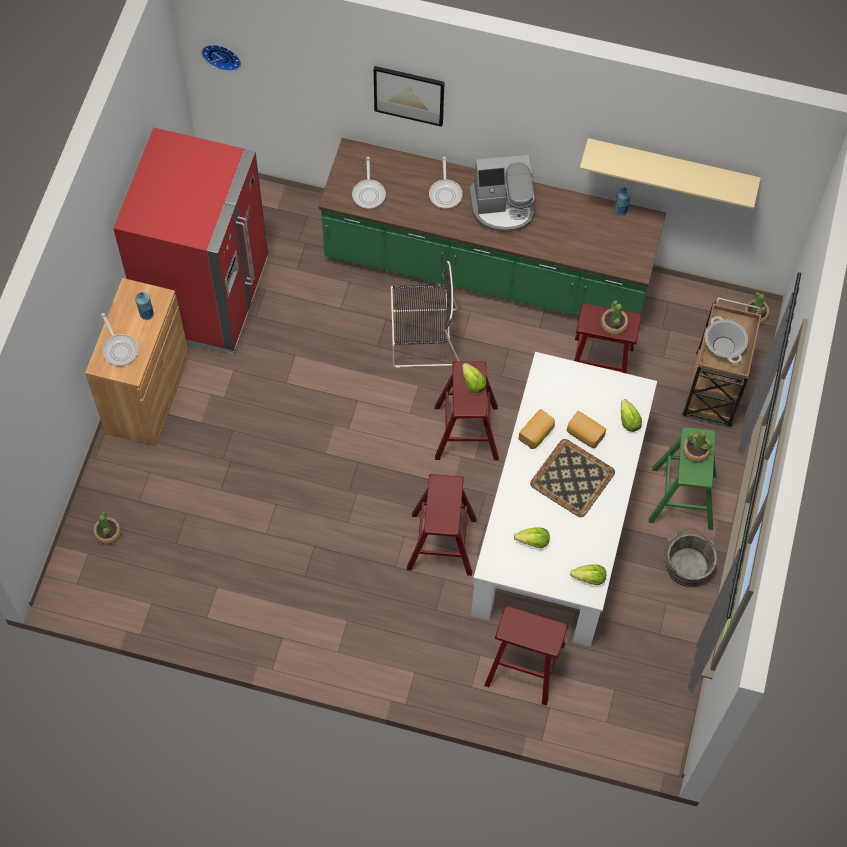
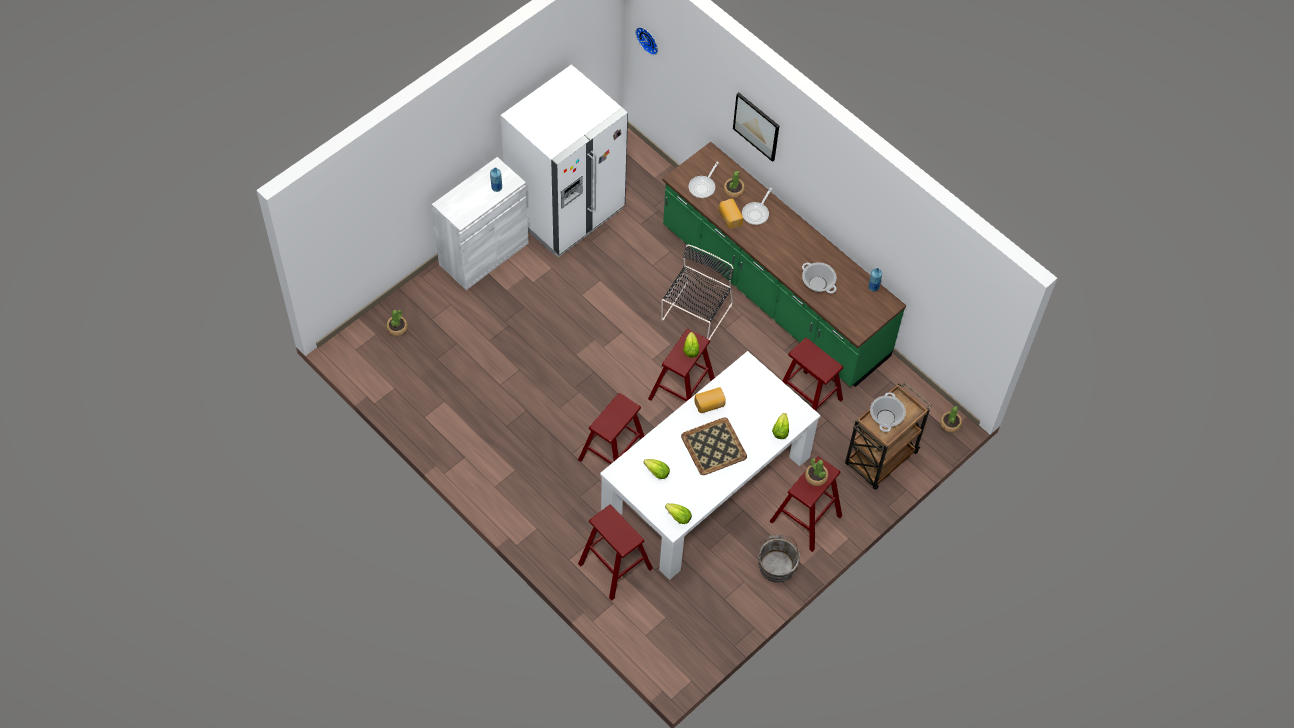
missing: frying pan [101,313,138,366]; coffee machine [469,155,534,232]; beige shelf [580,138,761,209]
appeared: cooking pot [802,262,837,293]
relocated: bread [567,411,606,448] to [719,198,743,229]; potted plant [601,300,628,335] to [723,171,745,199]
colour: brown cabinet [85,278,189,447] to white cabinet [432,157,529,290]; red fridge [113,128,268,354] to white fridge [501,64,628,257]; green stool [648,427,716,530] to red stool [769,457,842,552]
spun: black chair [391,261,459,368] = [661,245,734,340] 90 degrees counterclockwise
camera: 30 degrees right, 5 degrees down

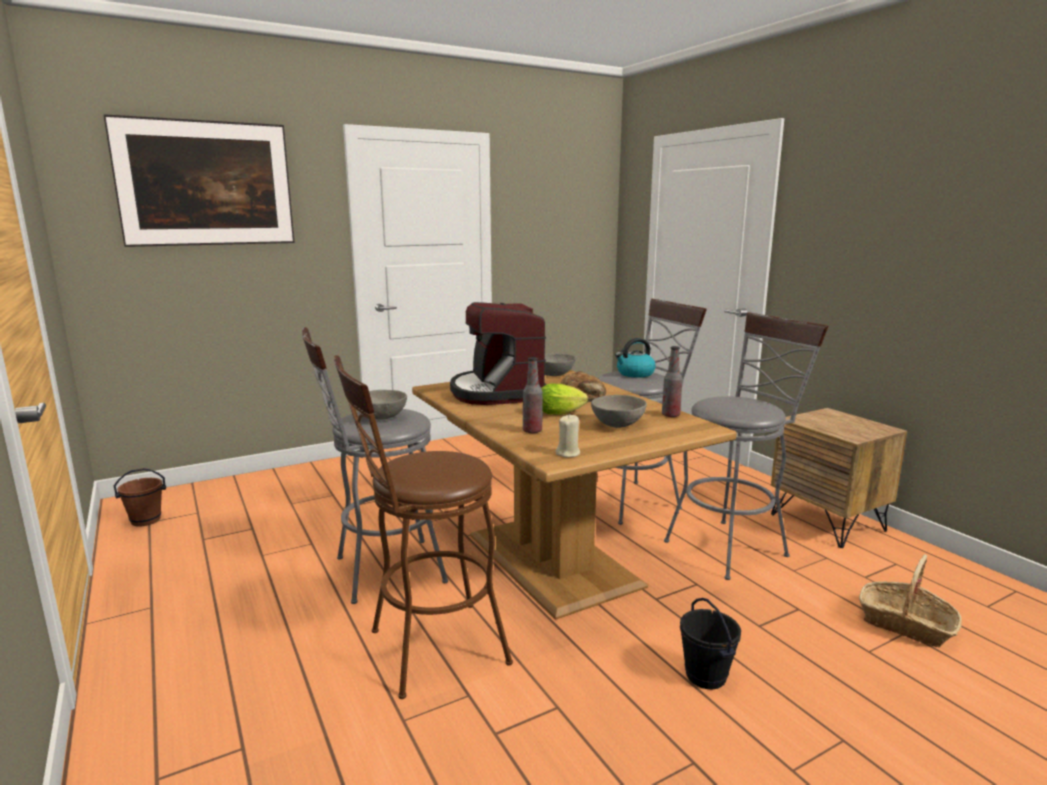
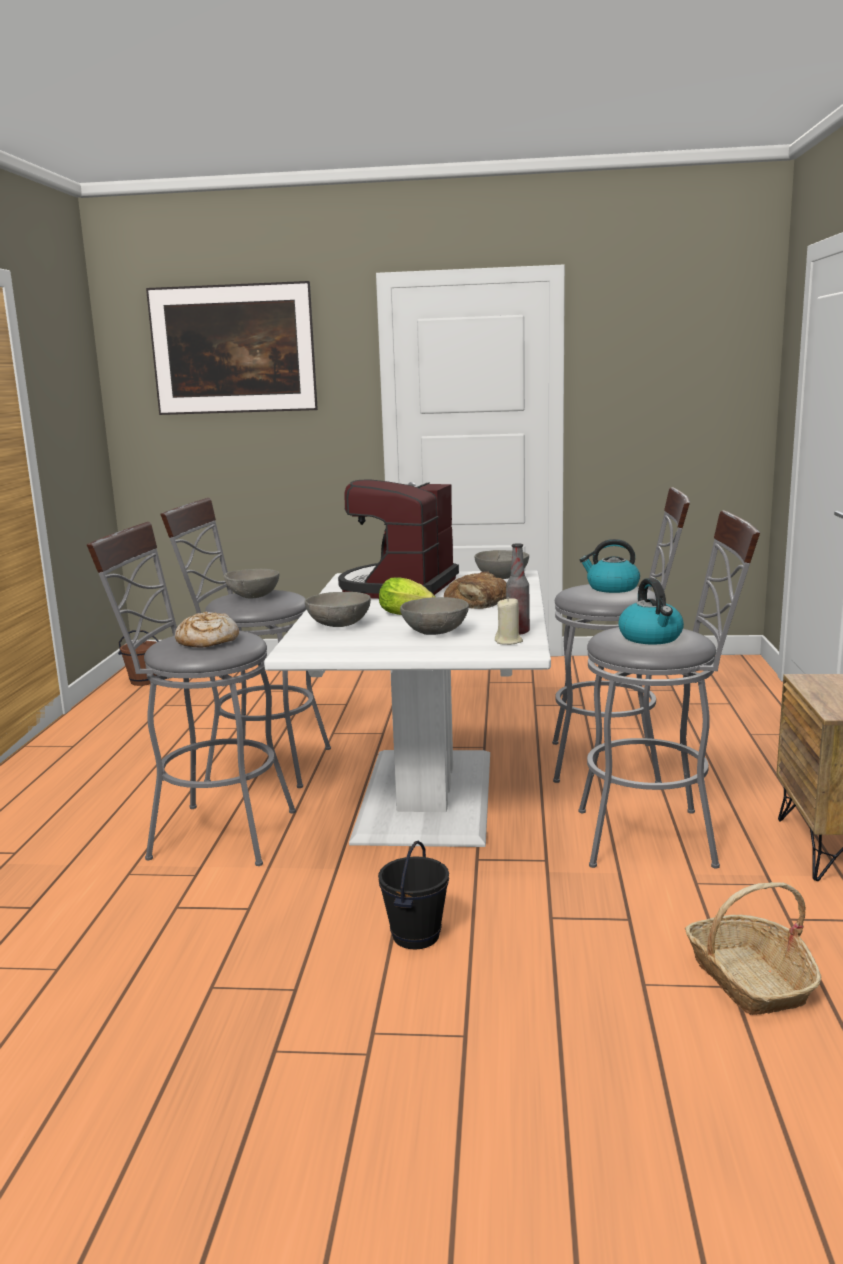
appeared: bread [175,612,239,647]; kettle [618,578,684,645]
relocated: beige candle [555,414,580,457] to [495,597,523,645]
exchanged: bottle [523,357,542,433] to grey bowl [305,592,371,627]
colour: brown stool [334,355,513,699] to grey stool [87,522,296,866]; brown dining table [412,370,737,620] to white dining table [264,570,551,847]
camera: 35 degrees right, 0 degrees up

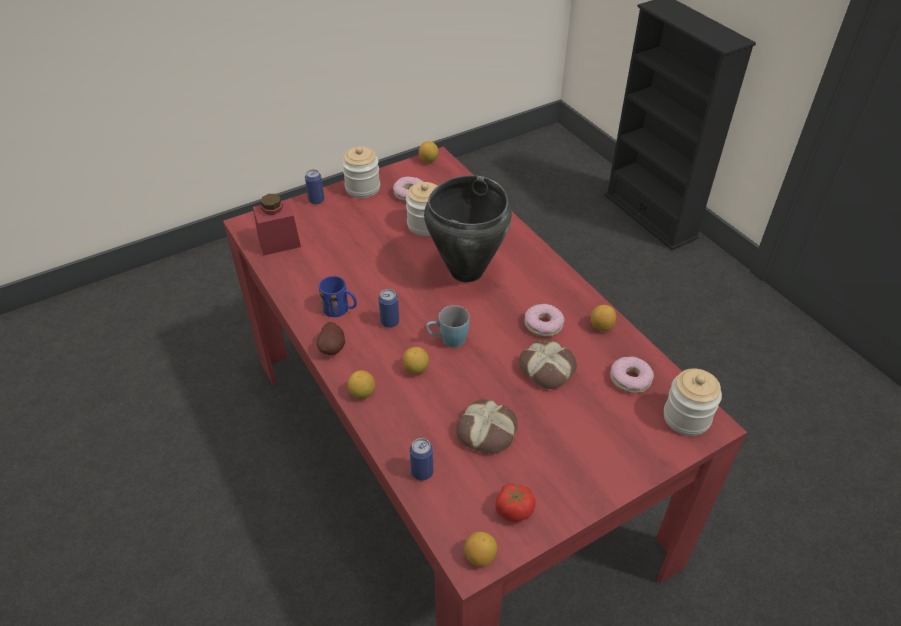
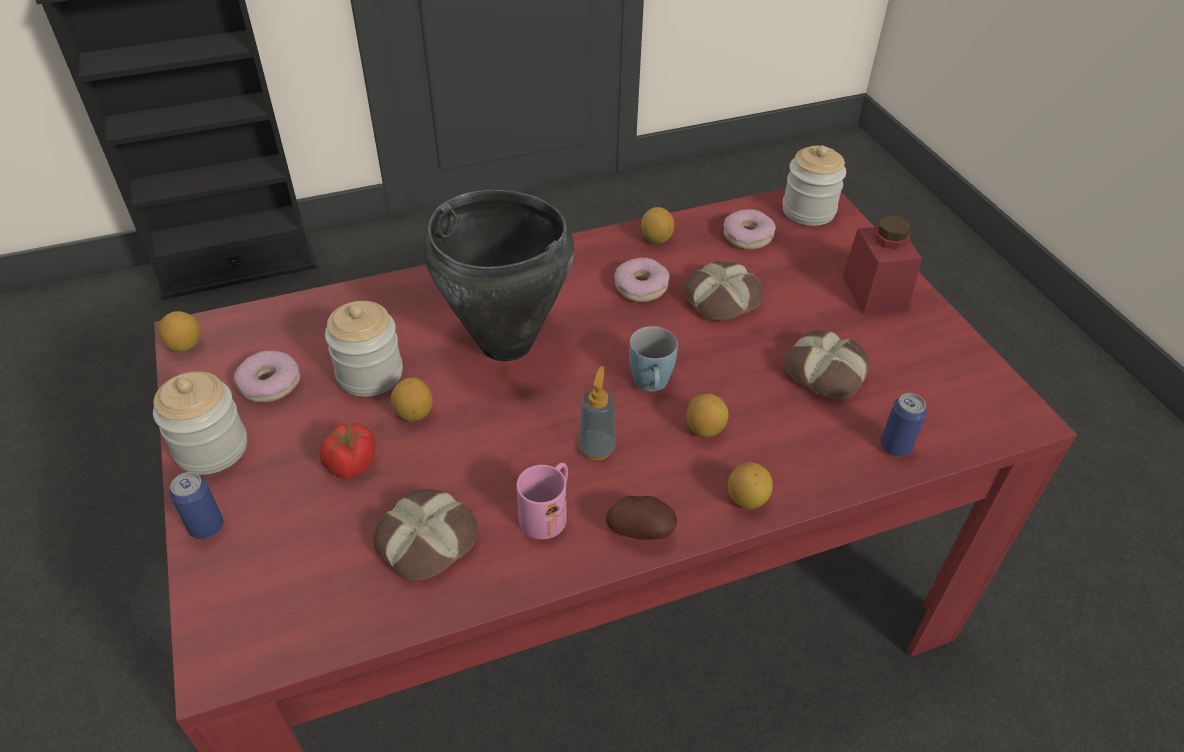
appeared: bread [373,489,478,580]
relocated: red jar [253,194,301,256] to [842,215,922,314]; lemon [464,532,497,567] to [391,378,433,421]; tomato [495,484,536,522] to [319,423,375,479]
exchanged: can [378,289,399,328] to soap dispenser [578,366,616,460]
colour: blue mug [319,276,357,317] to pink mug [516,462,568,539]
camera: 80 degrees left, 0 degrees up

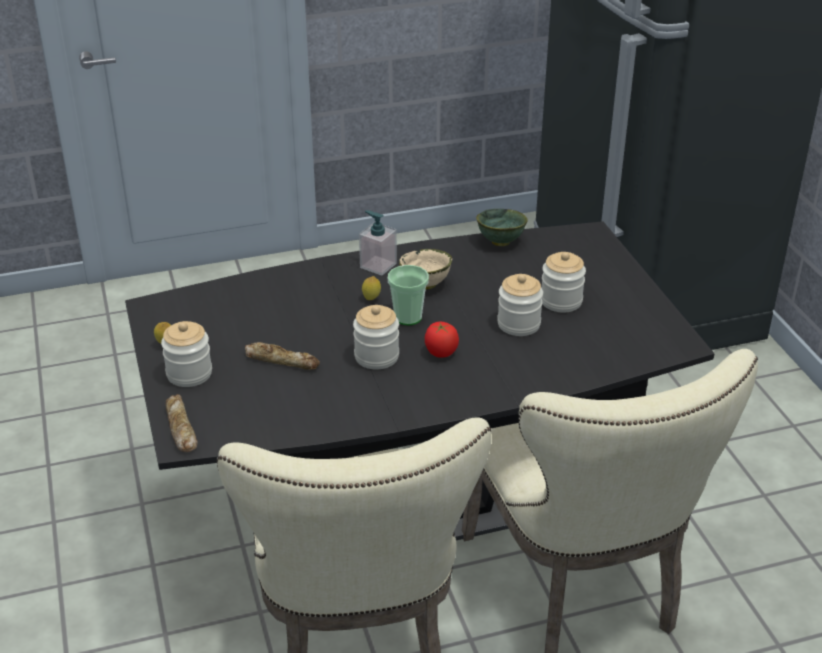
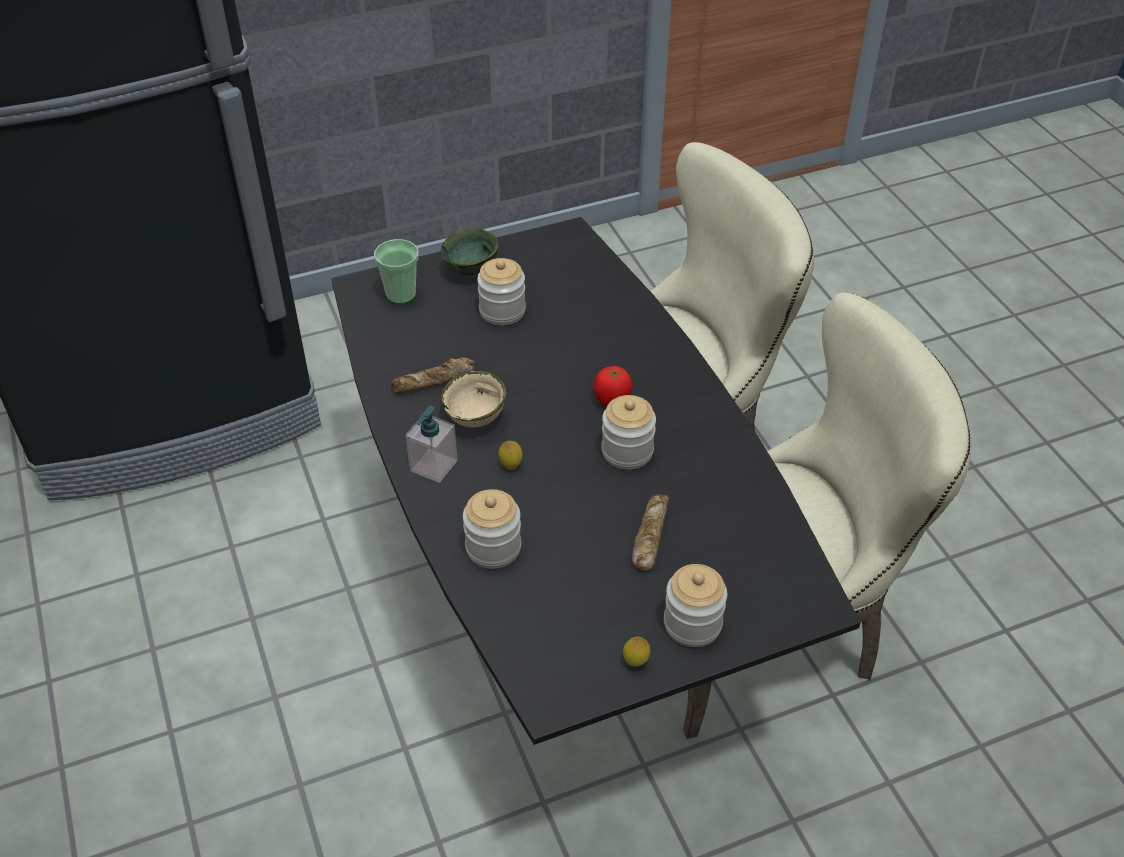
relocated: bread [165,394,198,452] to [391,358,475,393]; cup [388,265,429,325] to [374,239,419,304]; green bowl [476,209,528,246] to [441,228,498,277]; jar [497,274,543,336] to [463,489,521,569]
camera: 95 degrees left, 10 degrees up

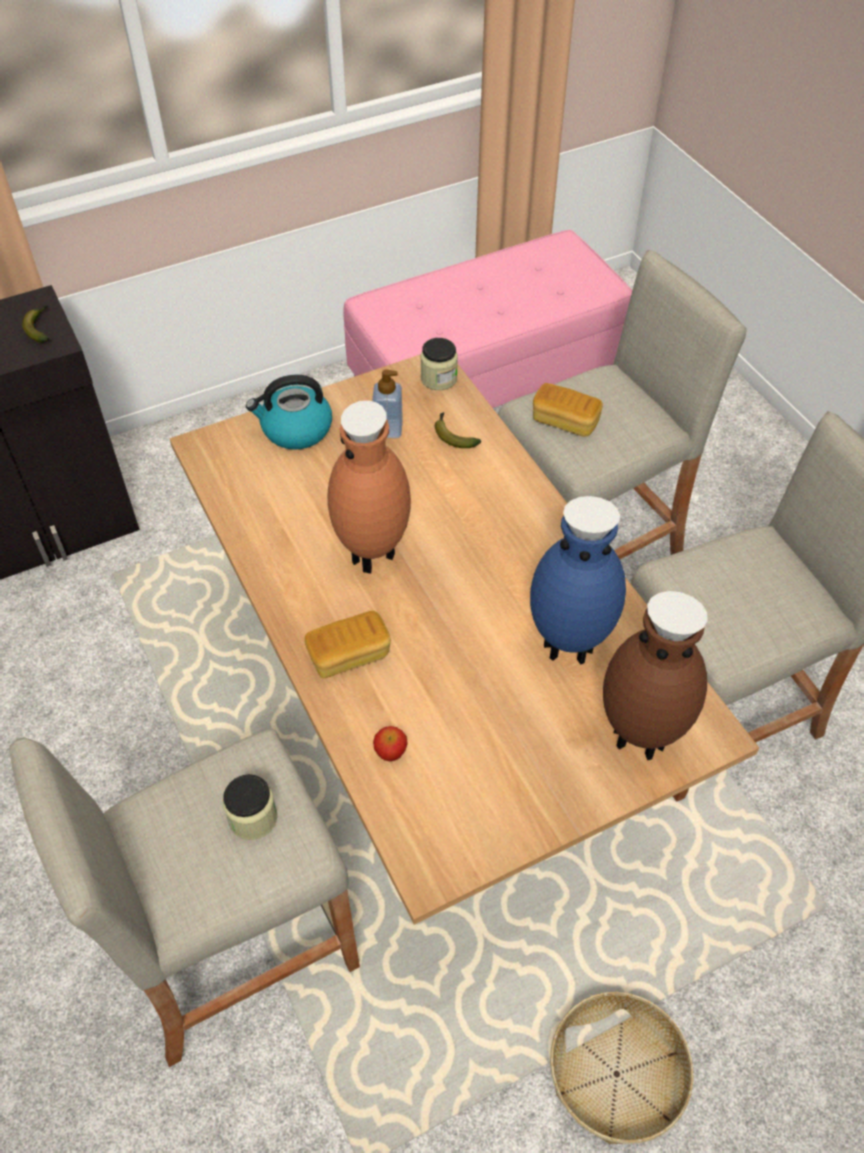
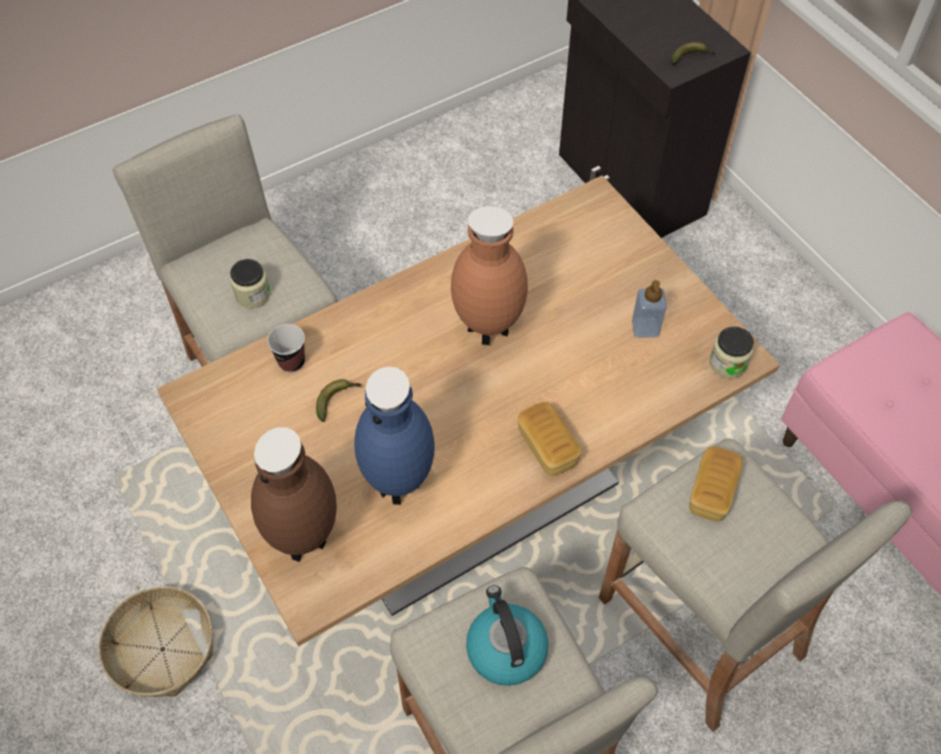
relocated: kettle [246,375,332,450] to [466,585,548,686]; bread [305,610,391,679] to [518,402,582,476]; banana [435,412,481,448] to [316,379,361,422]
exchanged: apple [373,726,408,761] to cup [267,324,305,372]
camera: 85 degrees right, 5 degrees up

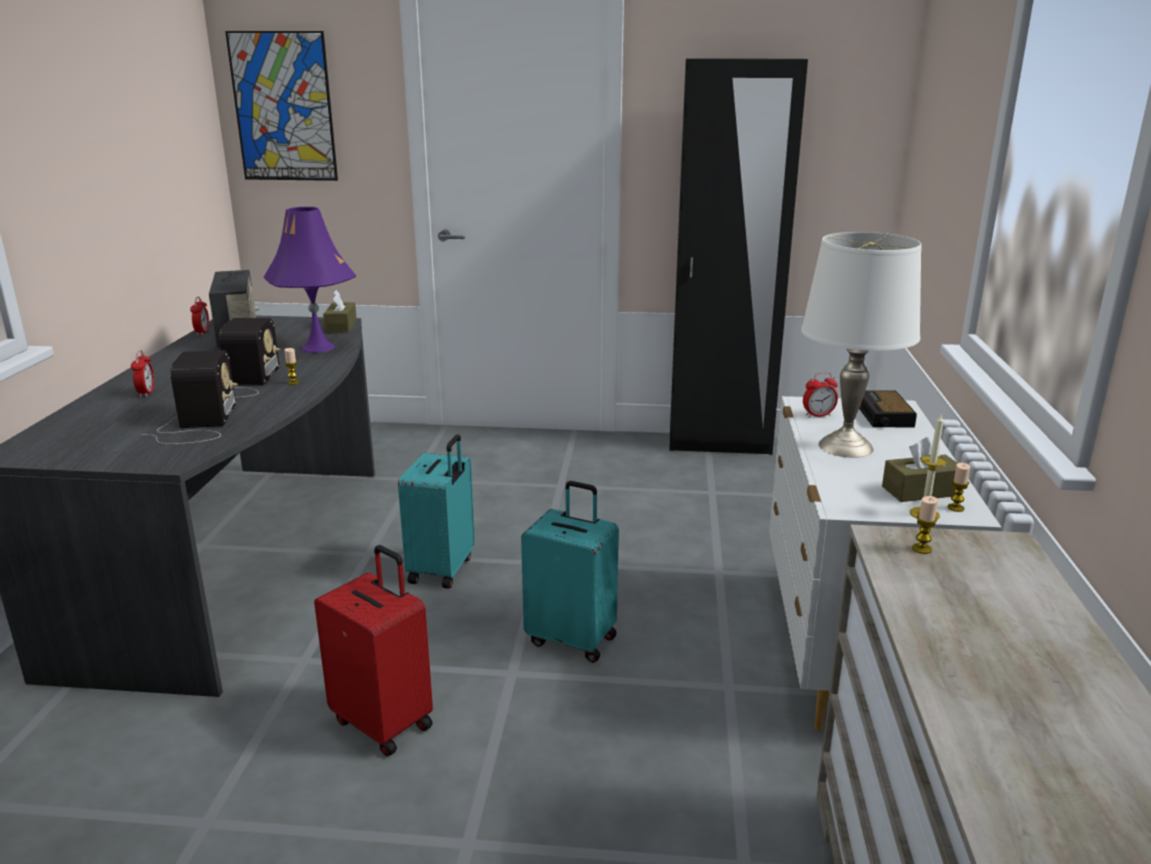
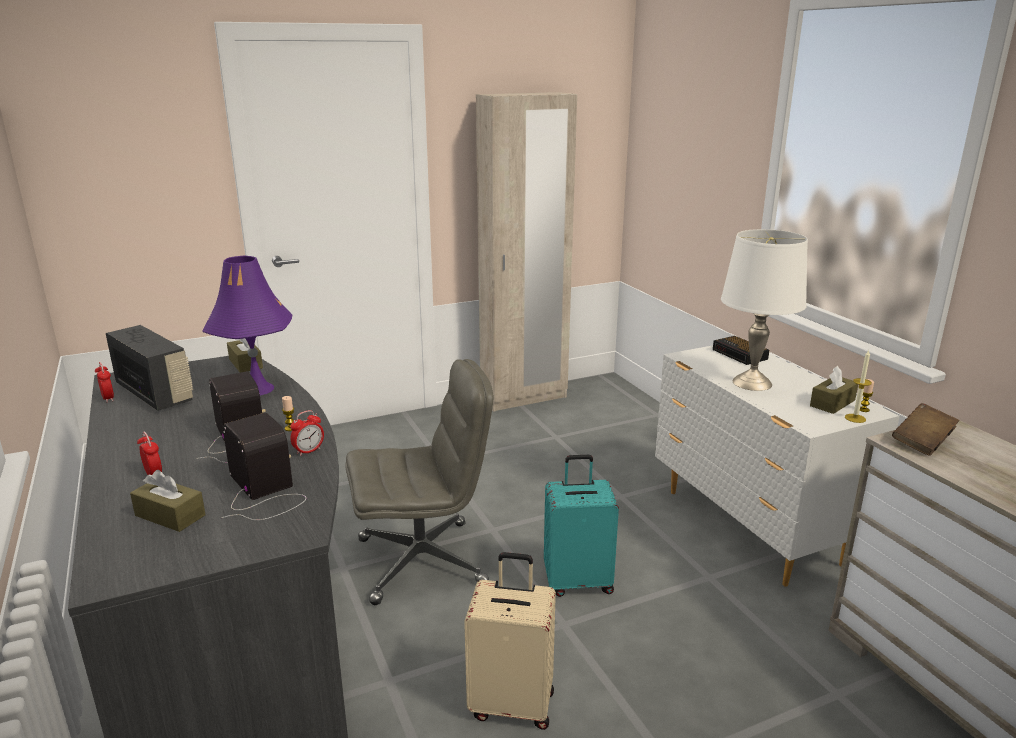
missing: picture [225,31,338,181]
appeared: brown tissue box [130,470,206,532]
relocated: alarm clock [803,372,838,418] to [290,410,324,456]
exchanged: turquoise suitcase [398,435,475,589] to grey office chair [345,359,493,605]; candle [912,496,938,554] to brown book [892,403,960,456]
colour: red suitcase [314,545,433,756] to beige suitcase [464,552,556,730]; black wardrobe [670,59,808,455] to beige wardrobe [476,92,577,412]
camera: 30 degrees left, 0 degrees up

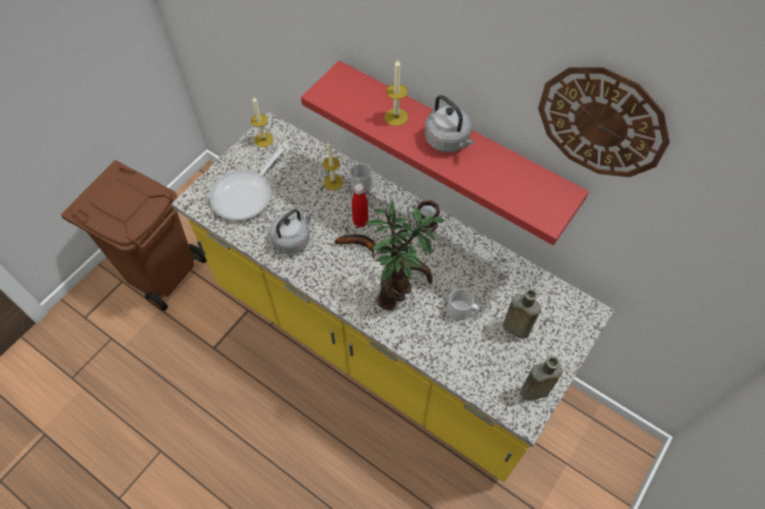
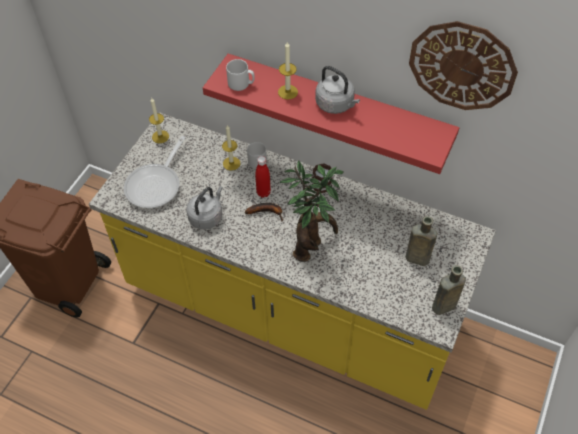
relocated: grey mug [448,289,479,321] to [226,59,255,91]
camera: 10 degrees left, 5 degrees down

